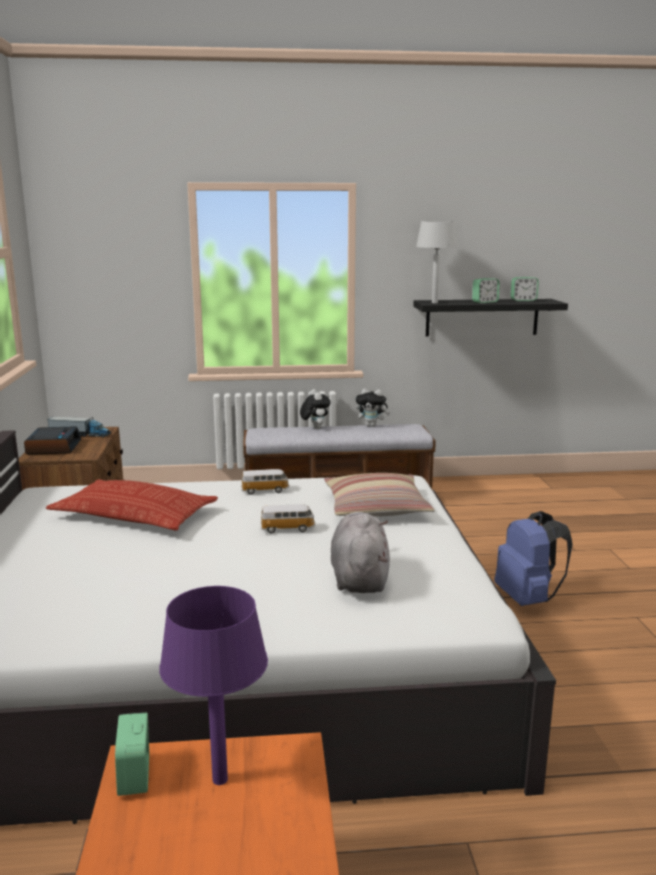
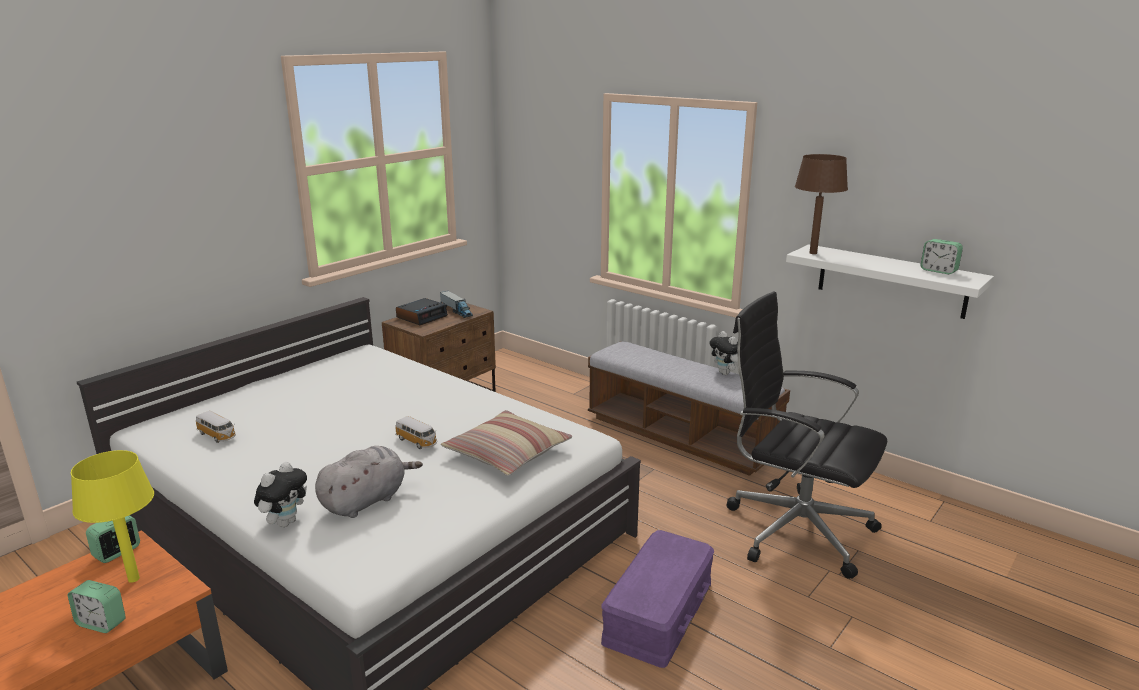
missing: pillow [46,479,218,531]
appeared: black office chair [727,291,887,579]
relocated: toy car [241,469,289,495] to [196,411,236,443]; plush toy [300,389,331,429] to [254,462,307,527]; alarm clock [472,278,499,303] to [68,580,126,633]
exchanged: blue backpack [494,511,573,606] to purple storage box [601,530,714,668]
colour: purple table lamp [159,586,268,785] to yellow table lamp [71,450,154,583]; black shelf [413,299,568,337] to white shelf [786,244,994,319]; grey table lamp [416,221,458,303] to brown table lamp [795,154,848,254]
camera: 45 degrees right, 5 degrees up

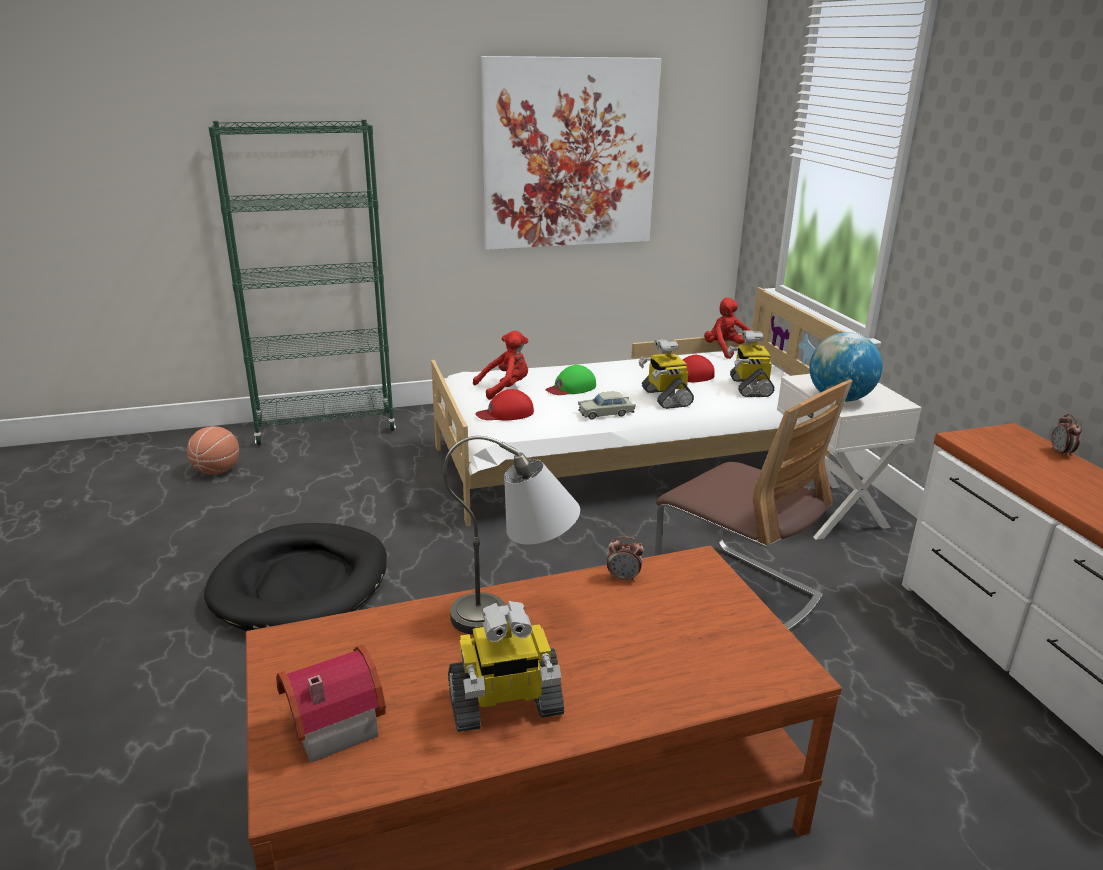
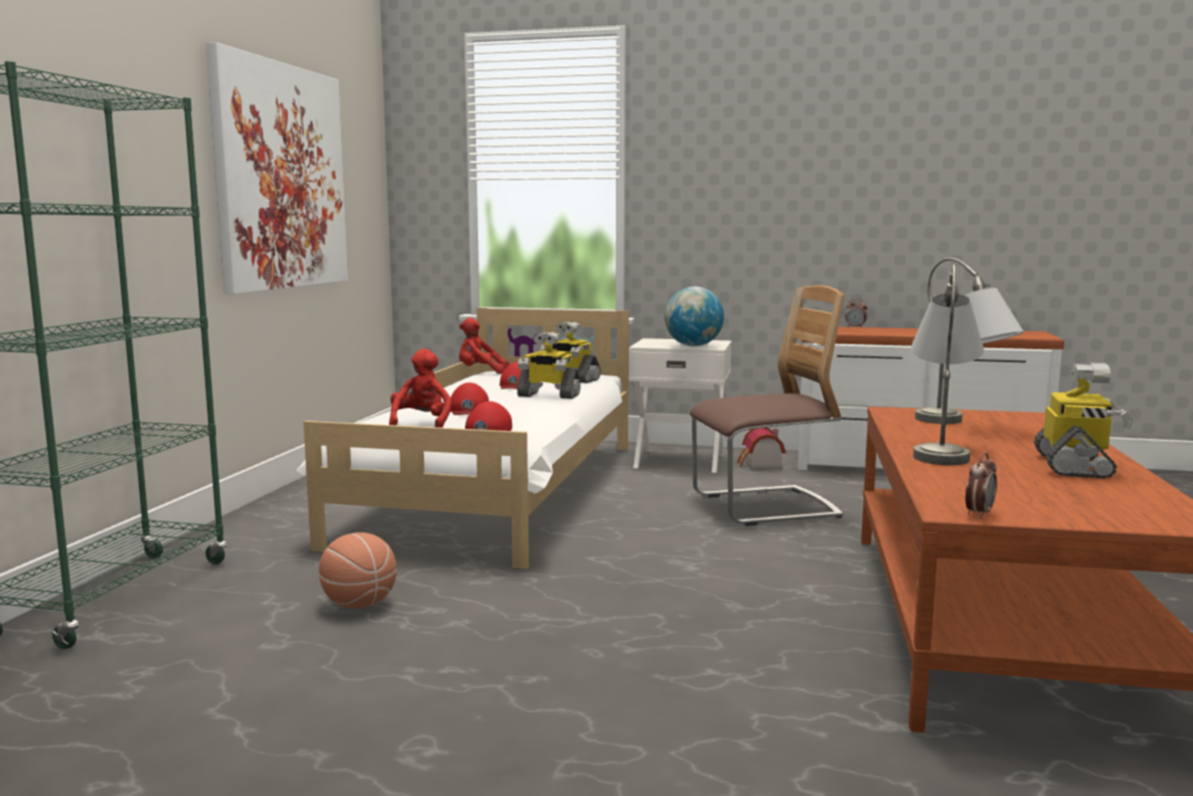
missing: black dog bed [204,523,387,631]; beige toy car [578,392,636,420]
appeared: grey table lamp [915,258,1024,424]
relocated: basketball [187,426,239,474] to [319,532,397,609]; toy house [276,645,386,763] to [737,428,786,469]; alarm clock [607,536,644,582] to [965,453,997,518]
colour: green cap [546,365,596,395] to red cap [450,383,489,415]
camera: 60 degrees left, 15 degrees down

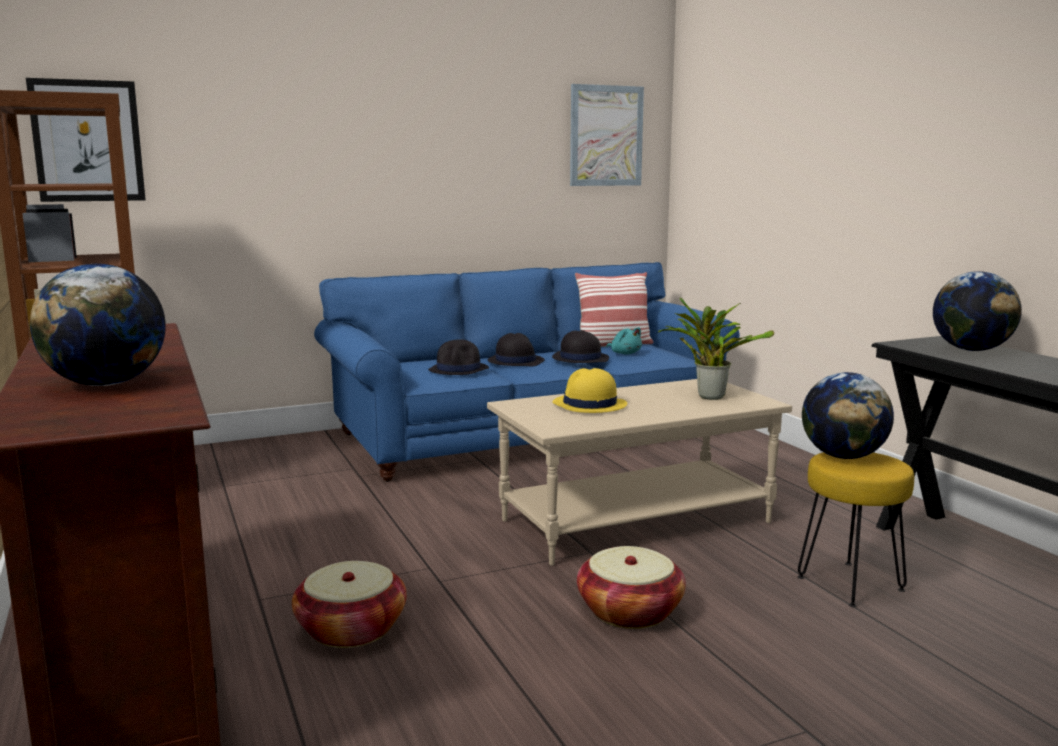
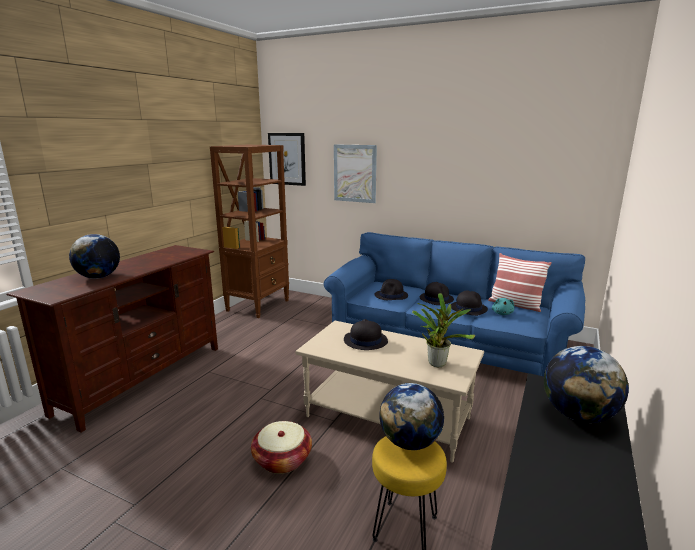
missing: basket [292,561,407,648]
relocated: picture [570,84,644,186] to [334,144,377,203]
colour: yellow hat [552,368,627,413] to black hat [344,319,388,350]
camera: 50 degrees right, 5 degrees up

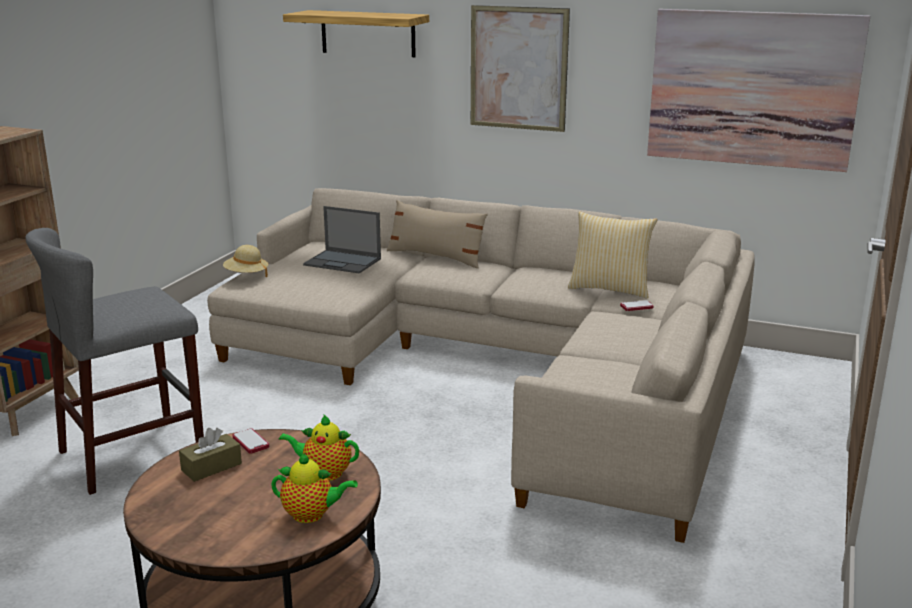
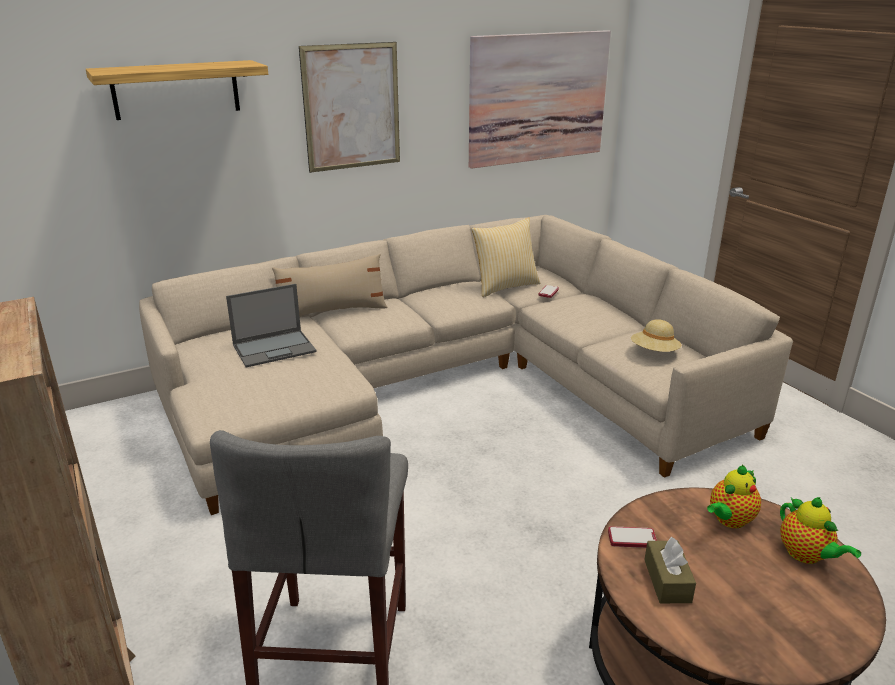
relocated: beige hat [223,245,268,277] to [631,319,682,352]
spun: teapot [271,452,358,523] = [780,497,861,564] 105 degrees clockwise
camera: 50 degrees left, 5 degrees up

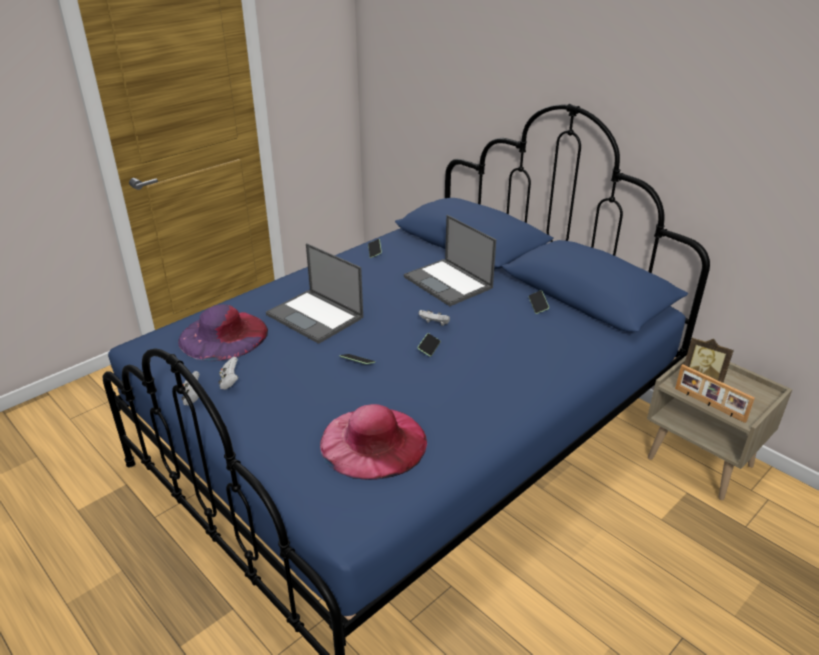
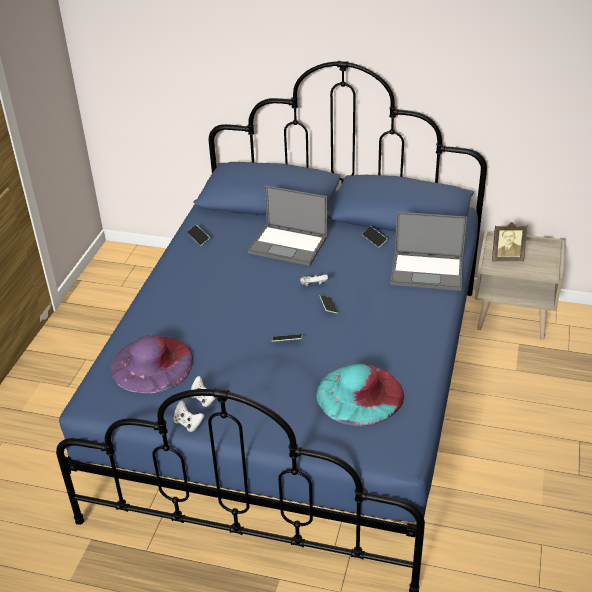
missing: picture frame [675,364,755,423]
relocated: laptop [266,243,363,344] to [390,212,467,291]
colour: pink hat [320,404,427,480] to turquoise hat [316,364,404,426]
camera: 30 degrees left, 5 degrees up

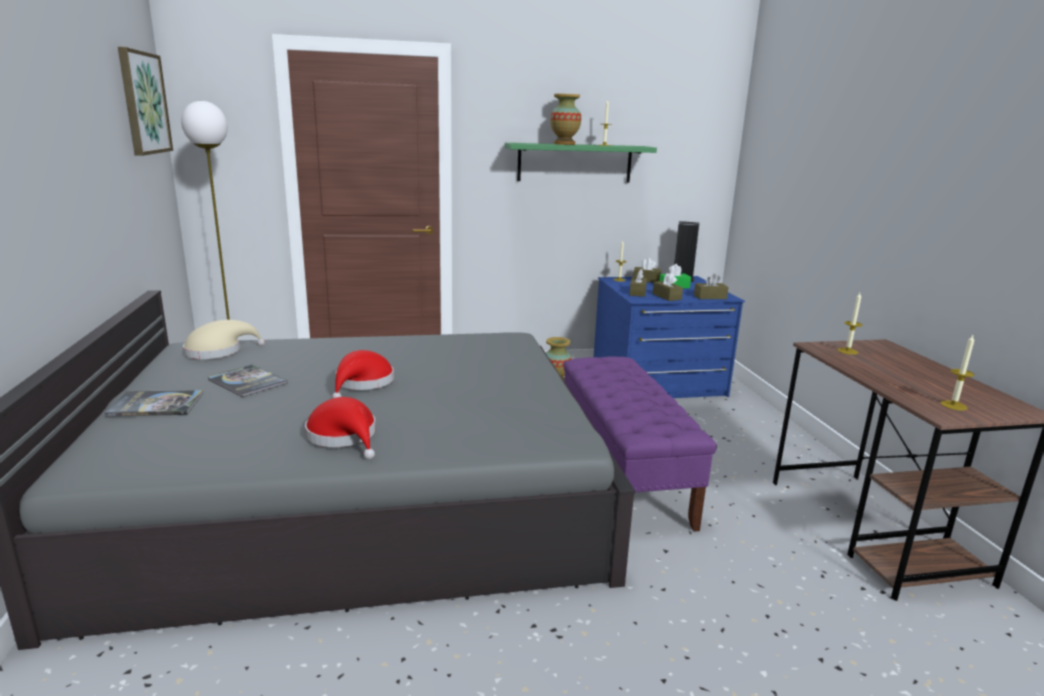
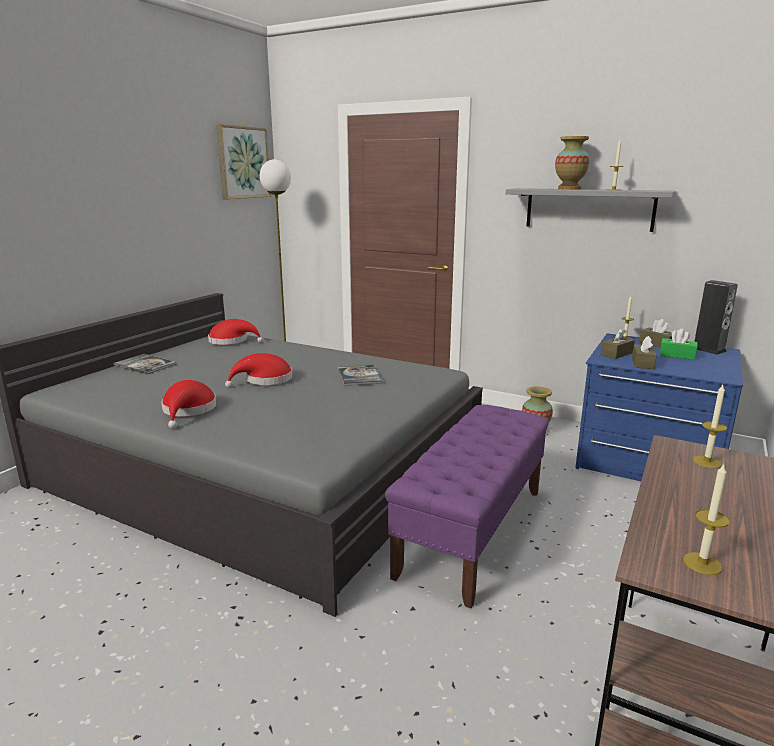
missing: brown tissue box [694,273,729,299]
relocated: book [208,365,288,397] to [338,365,383,386]
colour: beige hat [183,320,265,359] to red hat [208,319,263,345]; green shelf [505,143,657,183] to grey shelf [506,188,676,232]
camera: 40 degrees right, 0 degrees up

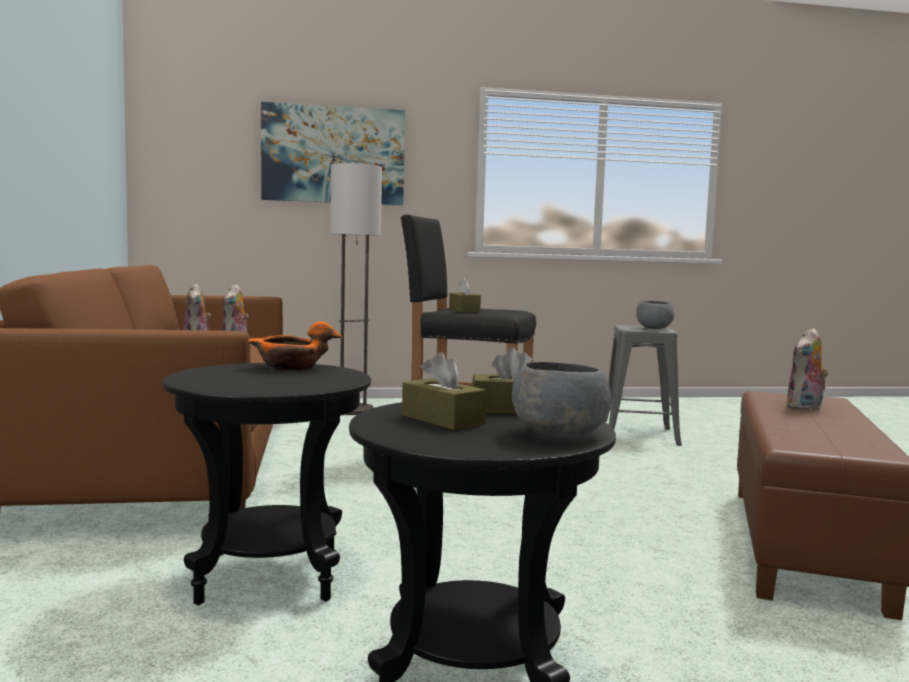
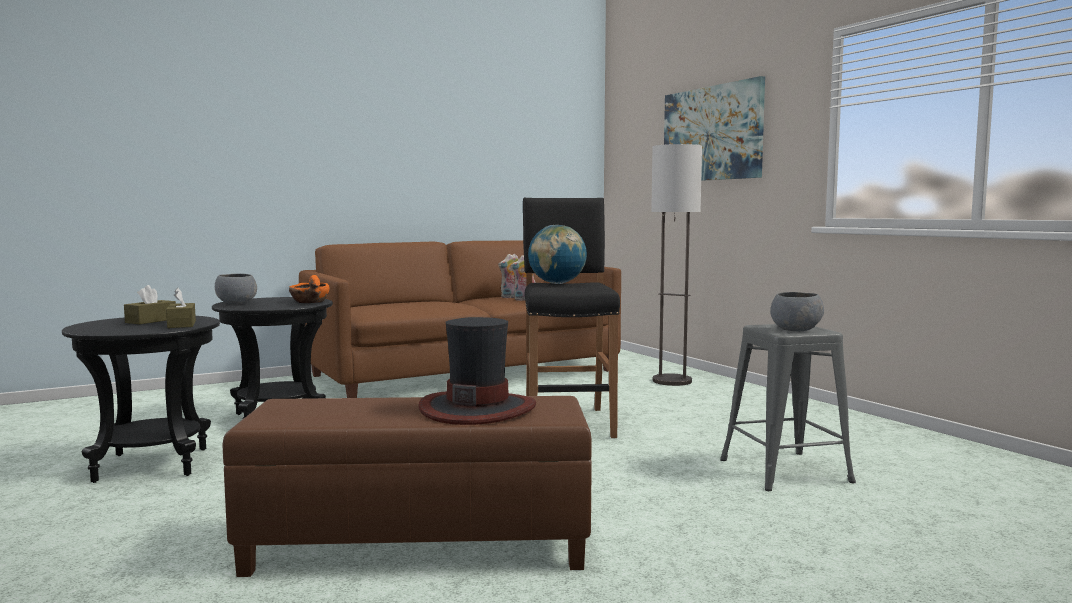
relocated: grey bowl [512,362,611,437] to [215,274,257,304]
exchanged: brown tissue box [449,278,481,312] to globe [528,225,587,284]; plush toy [786,328,829,410] to hat [419,317,536,425]
camera: 70 degrees right, 0 degrees up

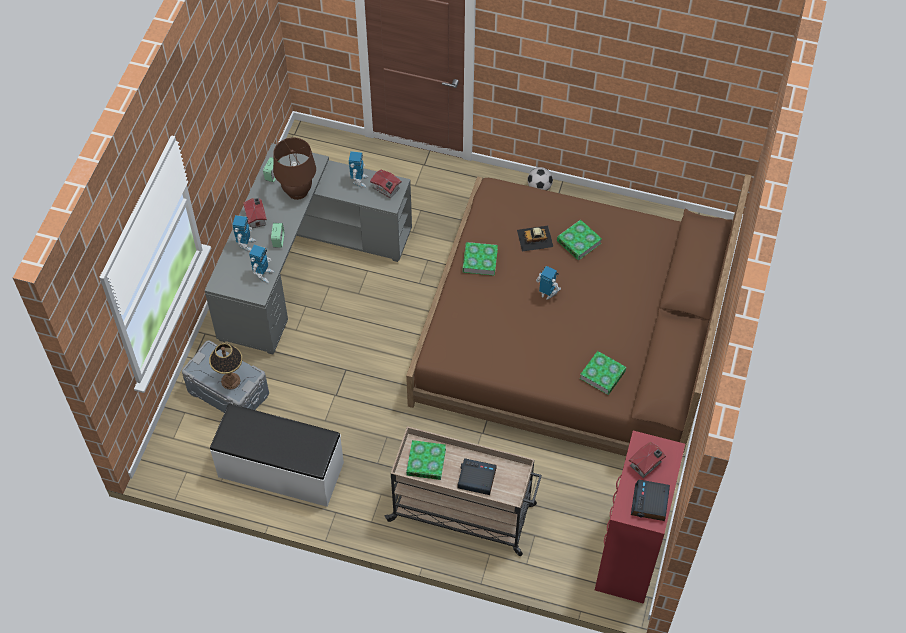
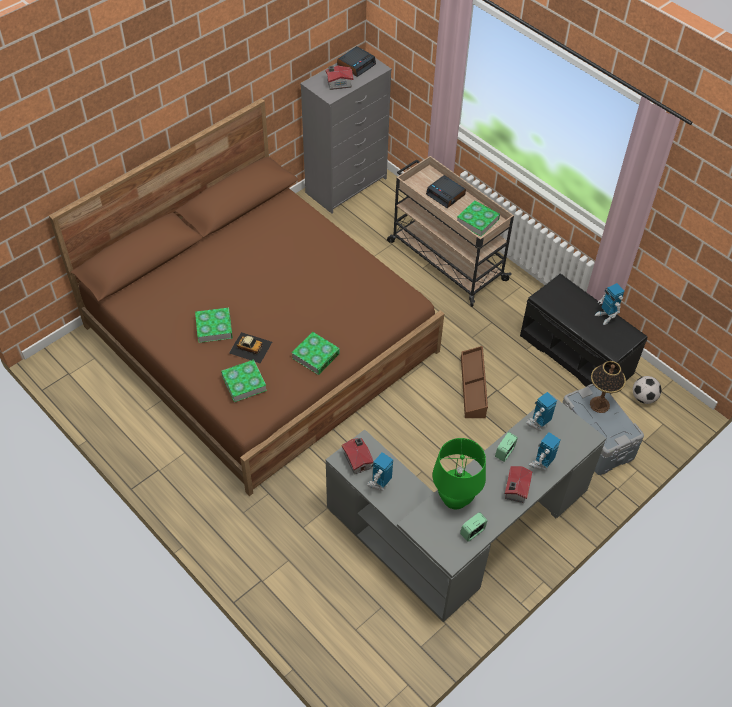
appeared: brown storage box [461,346,488,418]
relocated: football [527,167,553,190] to [633,376,662,404]; toy robot [536,266,561,300] to [595,283,624,325]; book [580,351,626,395] to [221,359,267,402]
colour: white bench [210,404,344,507] to black bench [520,273,647,394]; brown table lamp [273,137,316,200] to green table lamp [432,438,486,509]; red dresser [595,431,685,604] to grey dresser [300,58,392,214]
camera: 150 degrees left, 5 degrees down

